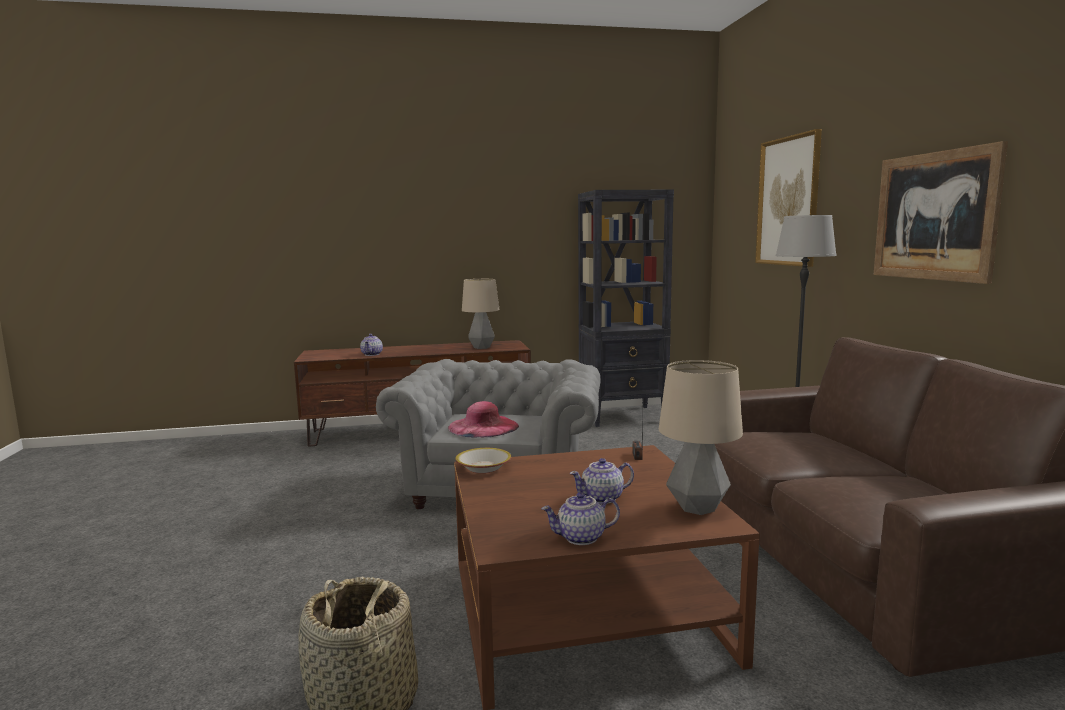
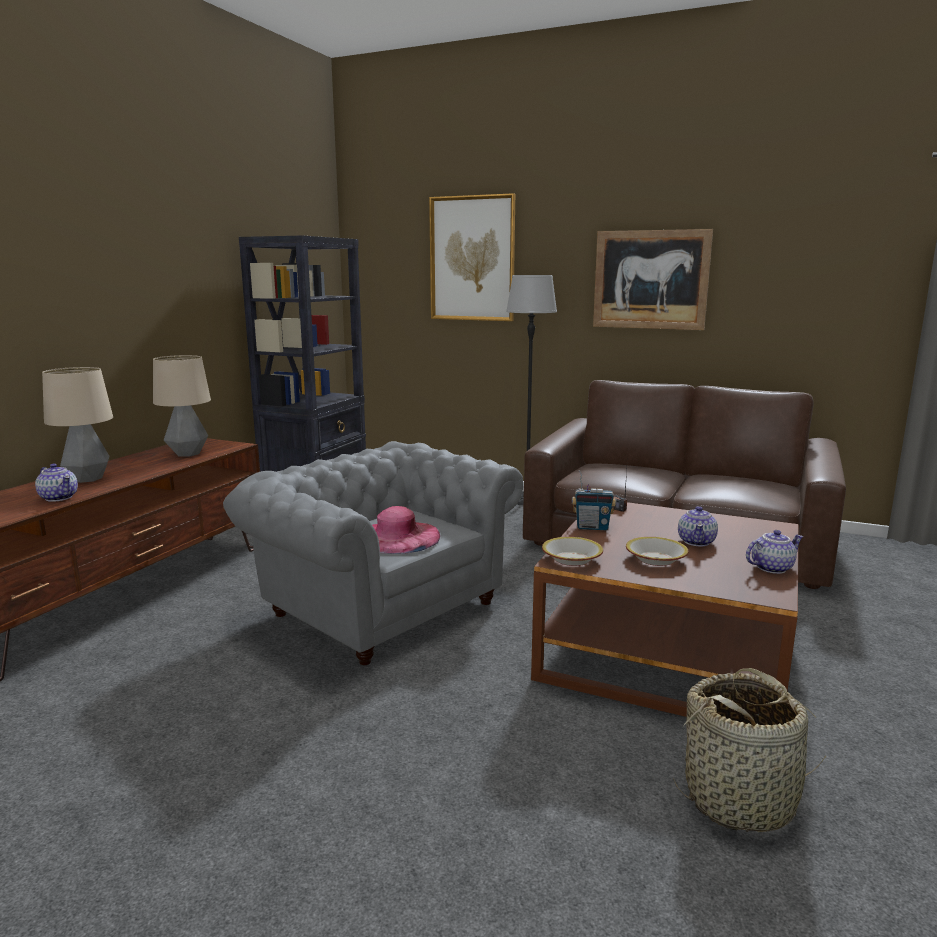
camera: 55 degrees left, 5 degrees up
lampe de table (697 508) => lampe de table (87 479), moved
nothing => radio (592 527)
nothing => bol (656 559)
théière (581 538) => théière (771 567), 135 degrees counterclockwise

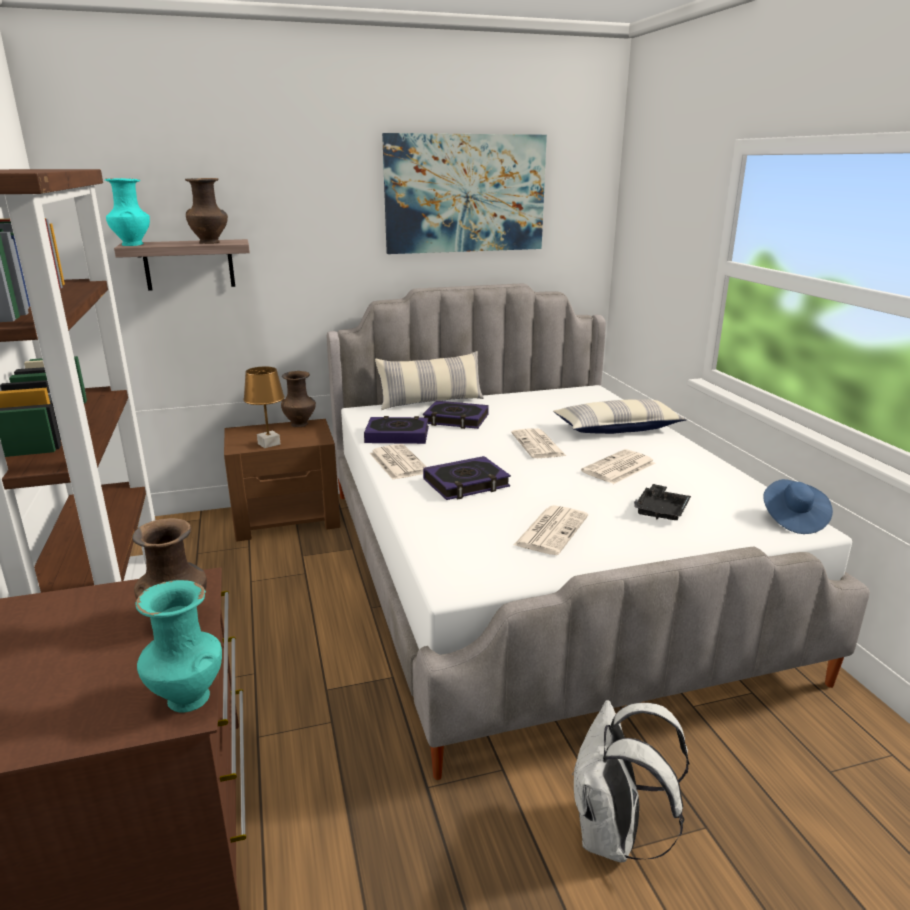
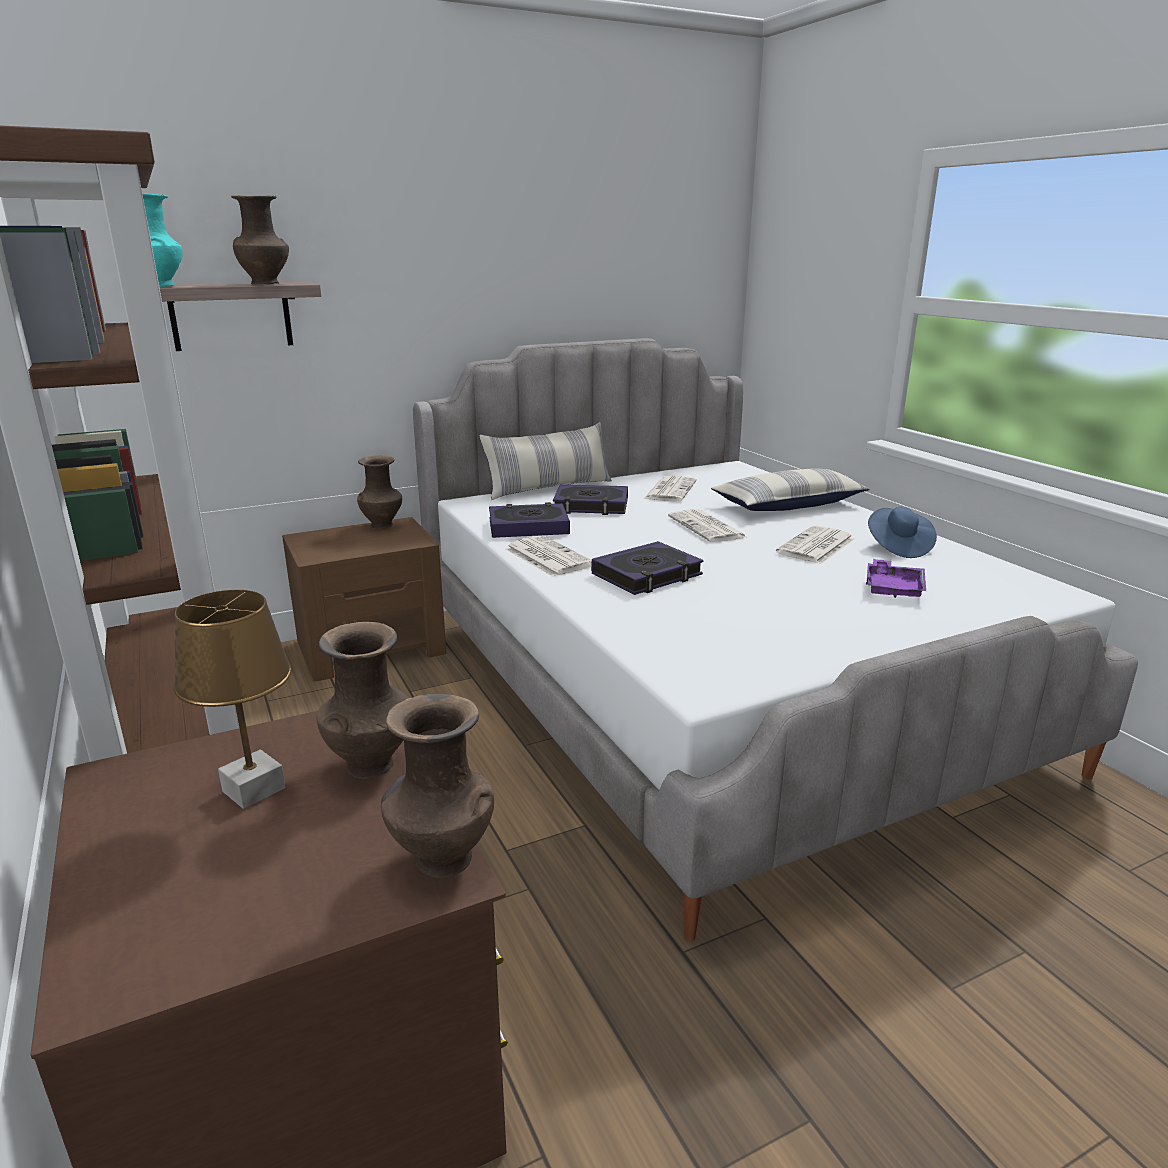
camera: 10 degrees left, 0 degrees up
lampe de table (marron) (269 444) => lampe de table (marron) (254 789), moved
vase (turquoise) (186 698) => vase (marron) (441 859)
journal (551 530) => journal (670 490), moved
plateau (noir) (661 510) => plateau (violet) (893 588)
chapeau (bleu) (793 519) => chapeau (bleu) (898 547), moved
tableau (465 194) => nothing
sac à dos (blanc) (613 836) => nothing

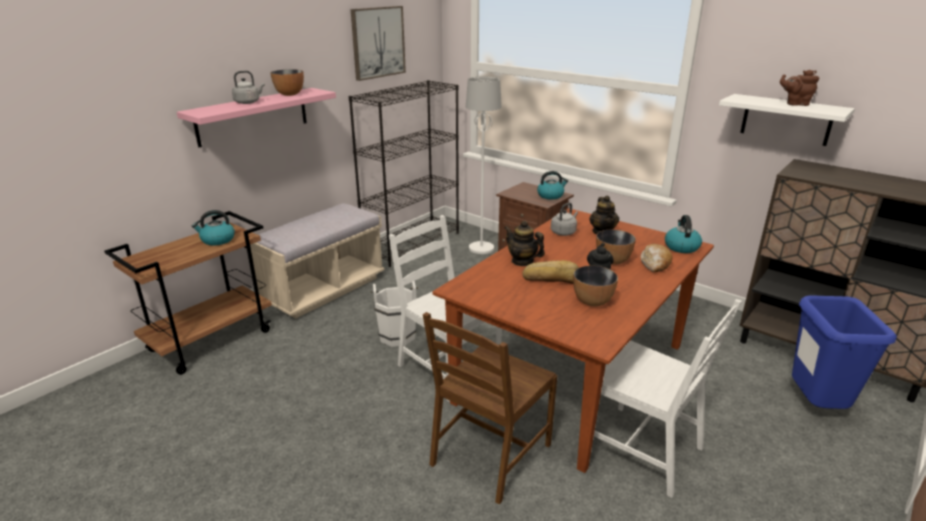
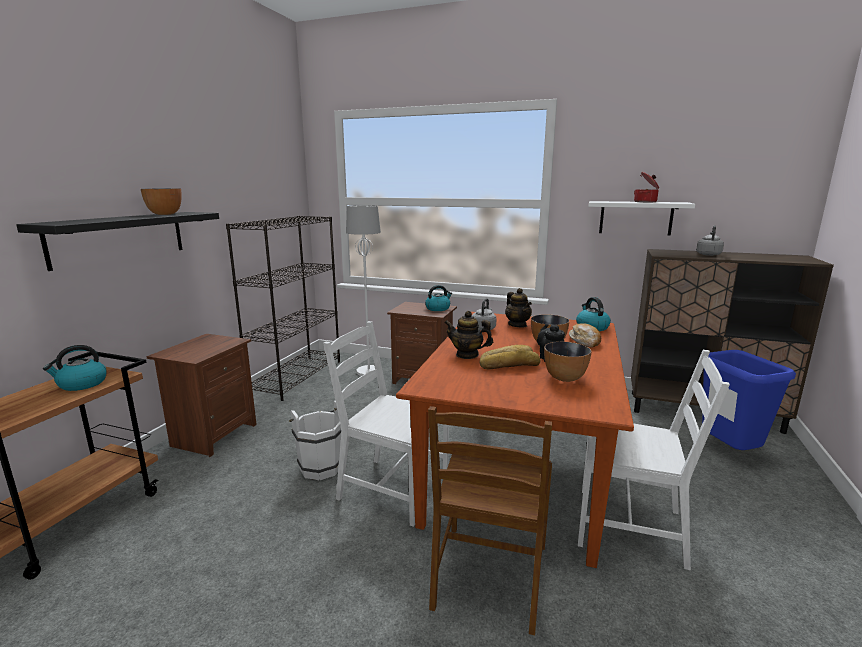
camera: 20 degrees left, 10 degrees down
étagère (rose) (253 116) => étagère (noir) (119 238)
banc (beige) (323 289) => table de chevet (marron) (213 435)
théière (marron) (795 104) => marmite (646 202)
bouilloire (gris) (248 102) => bouilloire (gris) (708 254), moved
tableau (378 42) => nothing

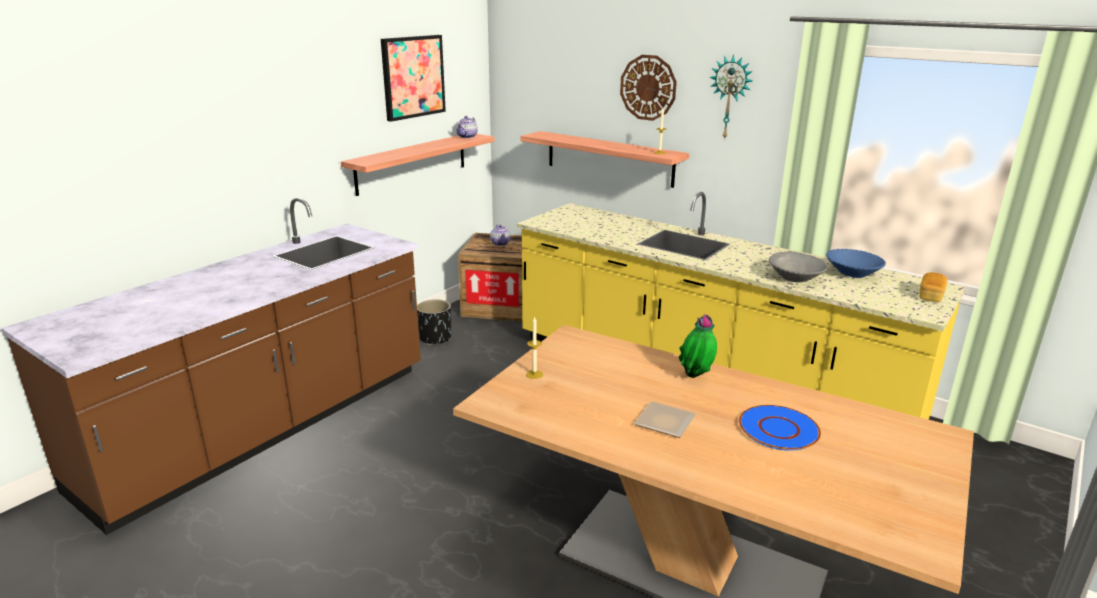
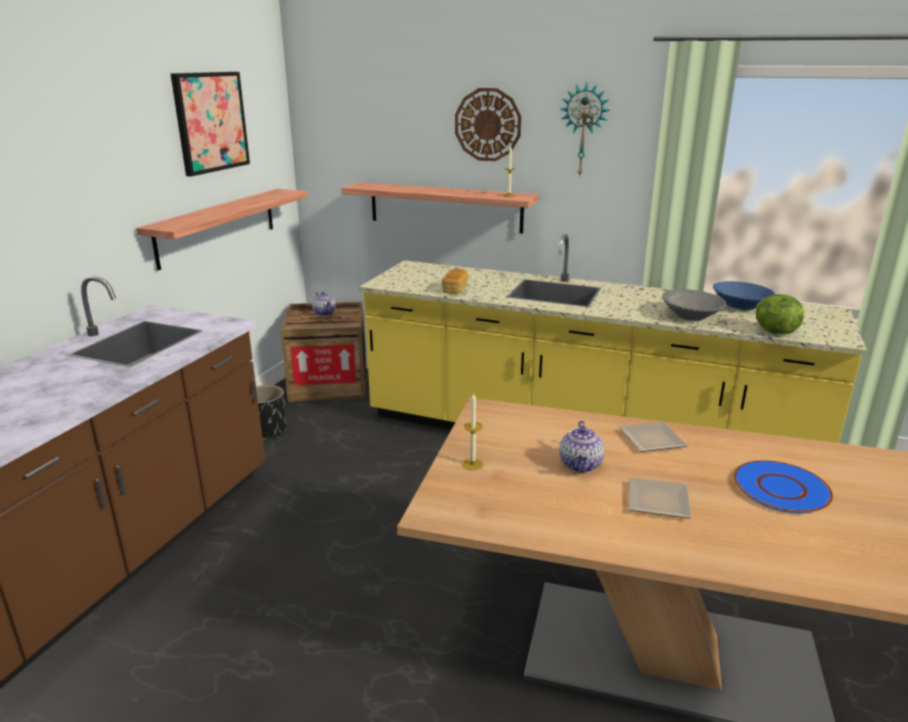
camera: 15 degrees left, 0 degrees up
pain (930 296) => pain (455 290), moved
théière (467 137) => théière (581 465), moved
plante en pot (696 378) => assiette (654 440)
nothing => laitue (774 332)

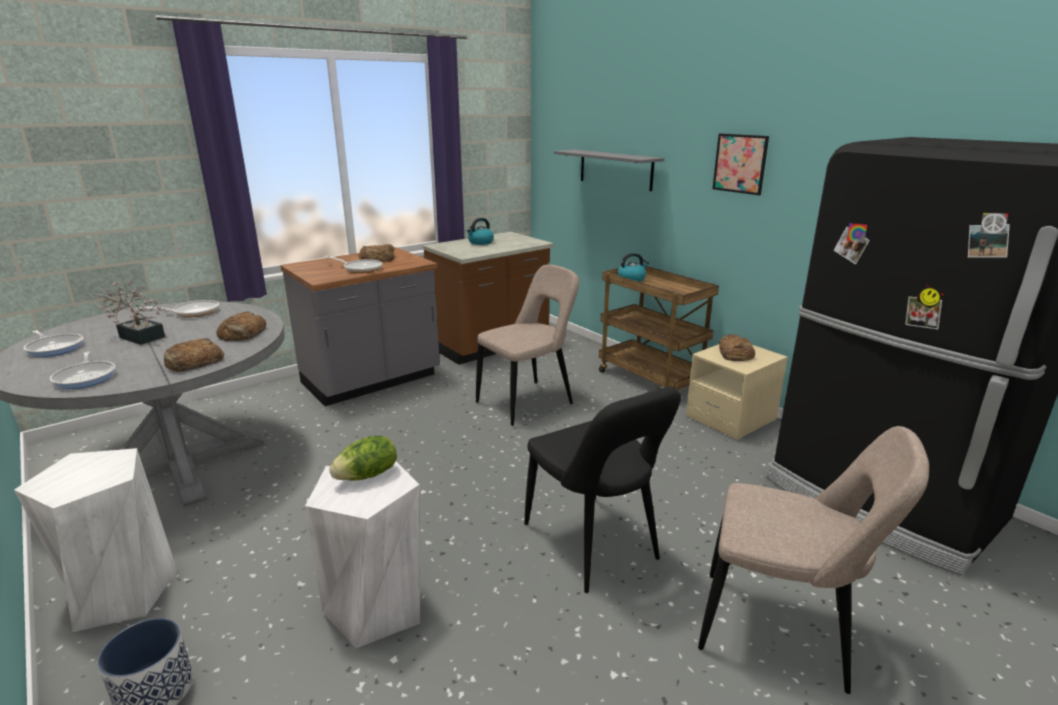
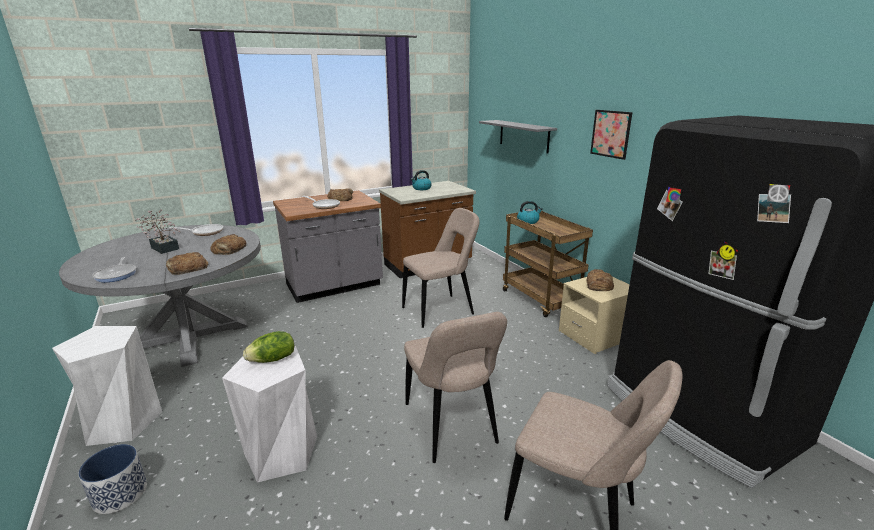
camera: 10 degrees right, 0 degrees up
chaise (noir) (594 545) => chaise (beige) (452 426)
poêle (55 347) => nothing

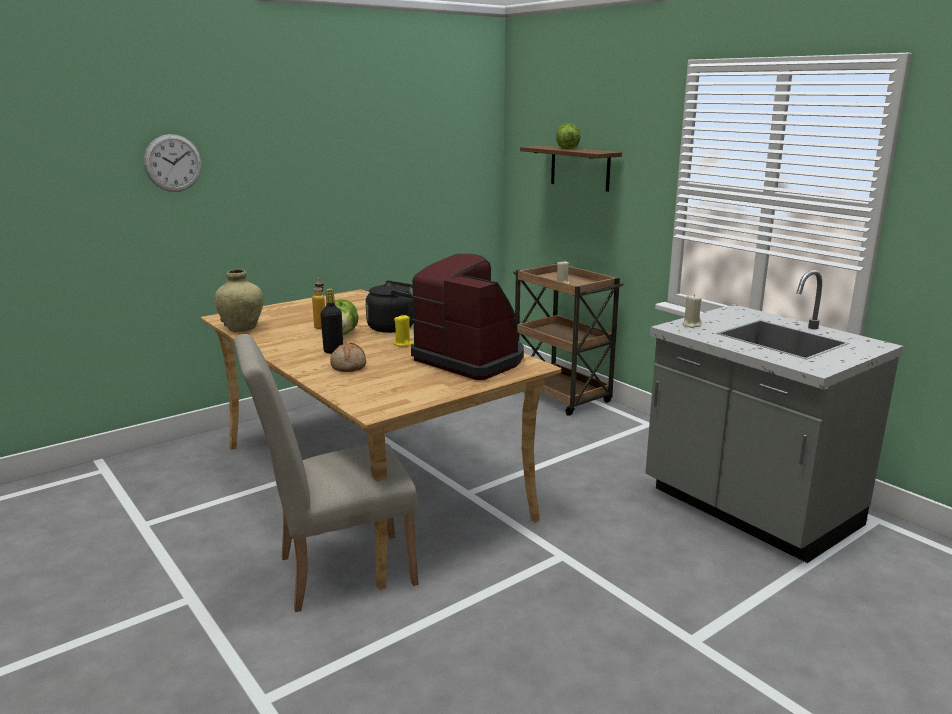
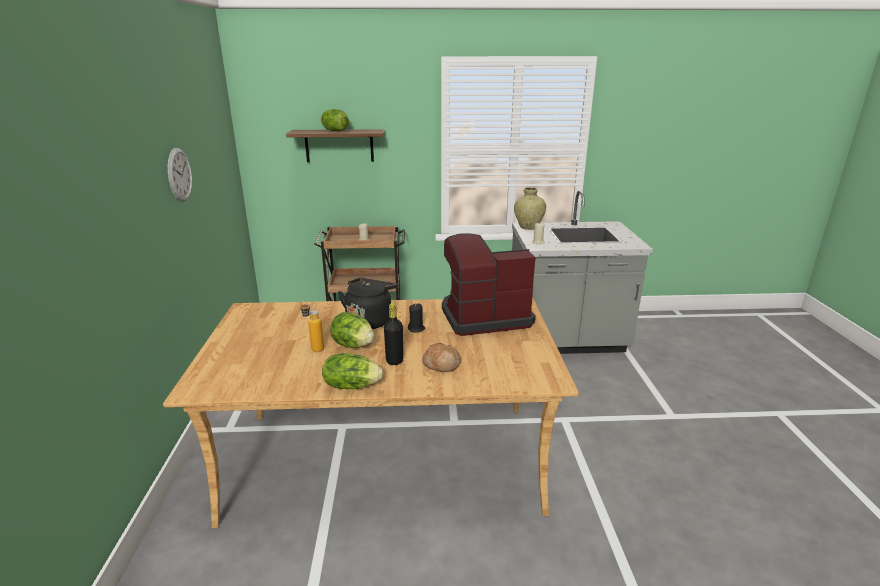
camera: 55 degrees left, 5 degrees up
horloge murale (173 163) => horloge murale (179 174), moved
nothing => laitue (351 385)
bougie (jaune) (403 344) => bougie (noir) (416 329)
vase (beige) (242 328) => vase (beige) (528 227), moved
chaise (beige) (335 571) => nothing

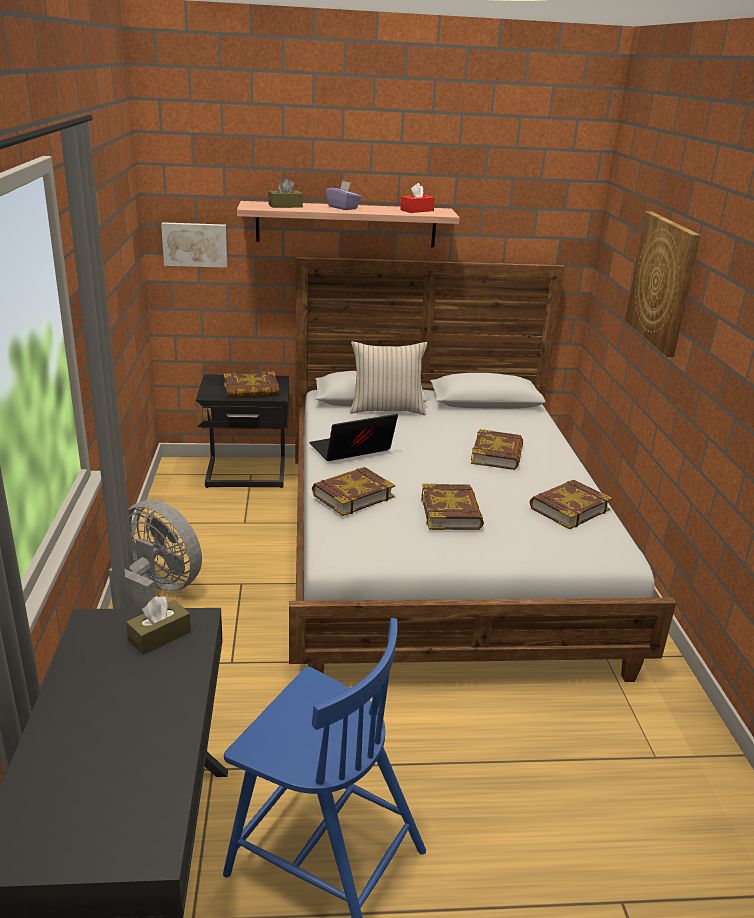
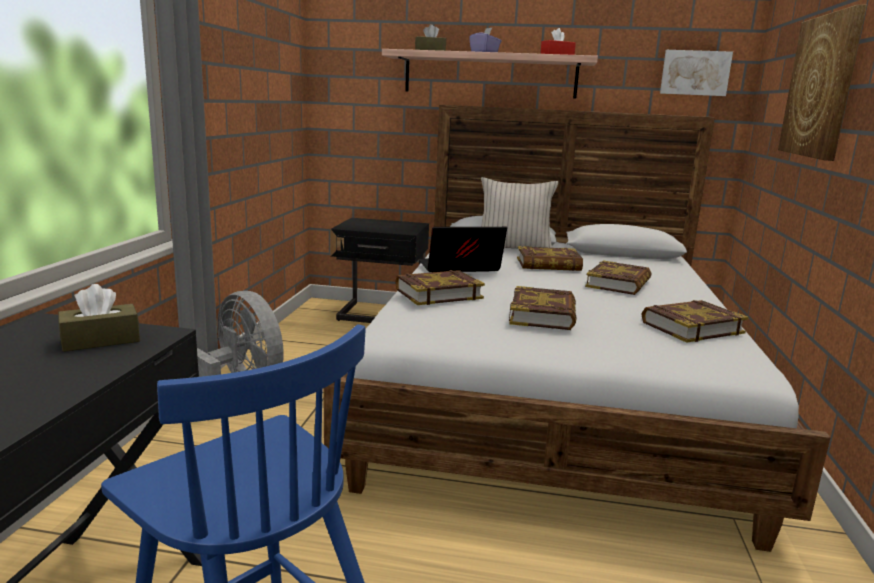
camera: 15 degrees right, 10 degrees down
livre (251 390) => livre (548 264), moved
tableau (195 244) => tableau (695 73), moved

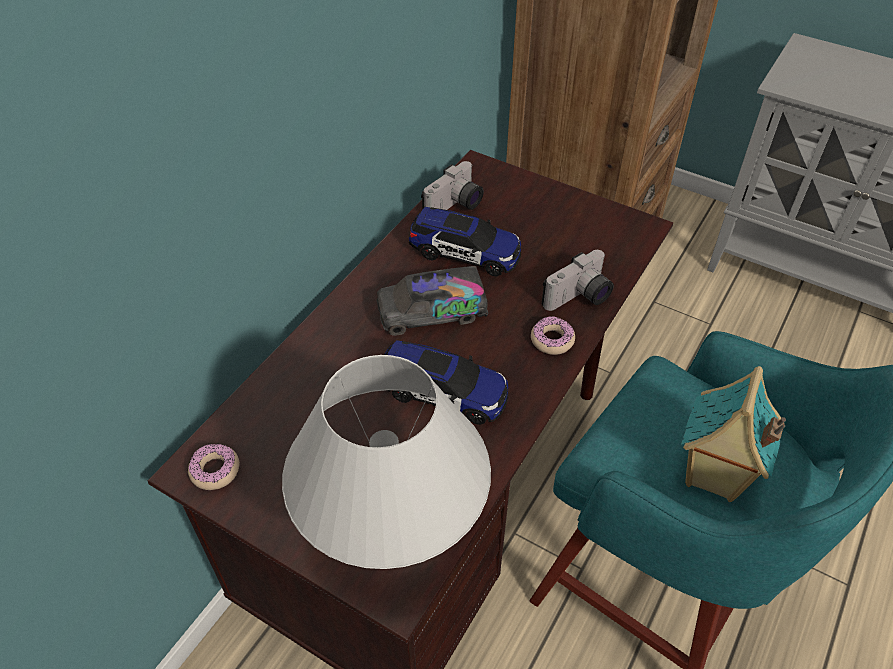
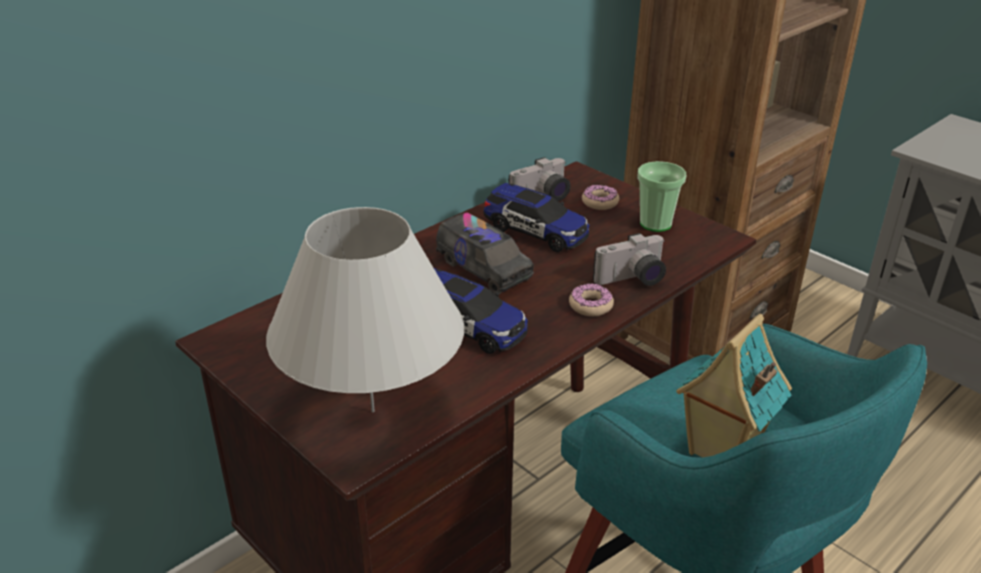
camera: 15 degrees right, 15 degrees down
camion jouet (432 313) => camion jouet (483 269), 135 degrees counterclockwise
beignet (215 470) => beignet (600 202), moved
nothing => tasse (655 224)

